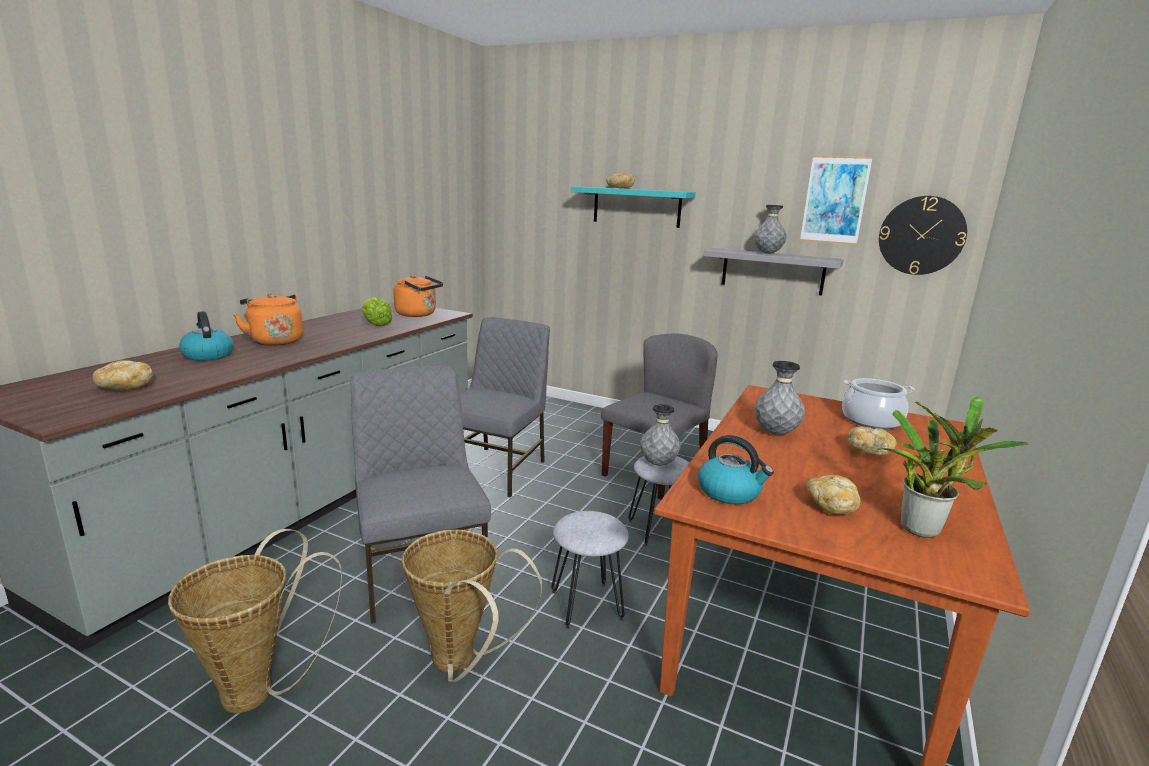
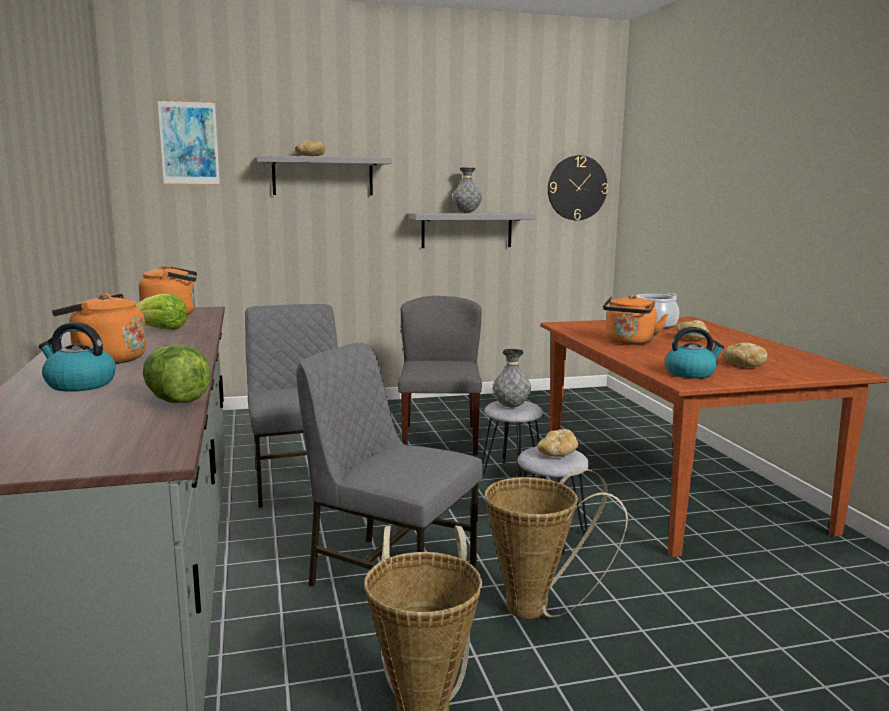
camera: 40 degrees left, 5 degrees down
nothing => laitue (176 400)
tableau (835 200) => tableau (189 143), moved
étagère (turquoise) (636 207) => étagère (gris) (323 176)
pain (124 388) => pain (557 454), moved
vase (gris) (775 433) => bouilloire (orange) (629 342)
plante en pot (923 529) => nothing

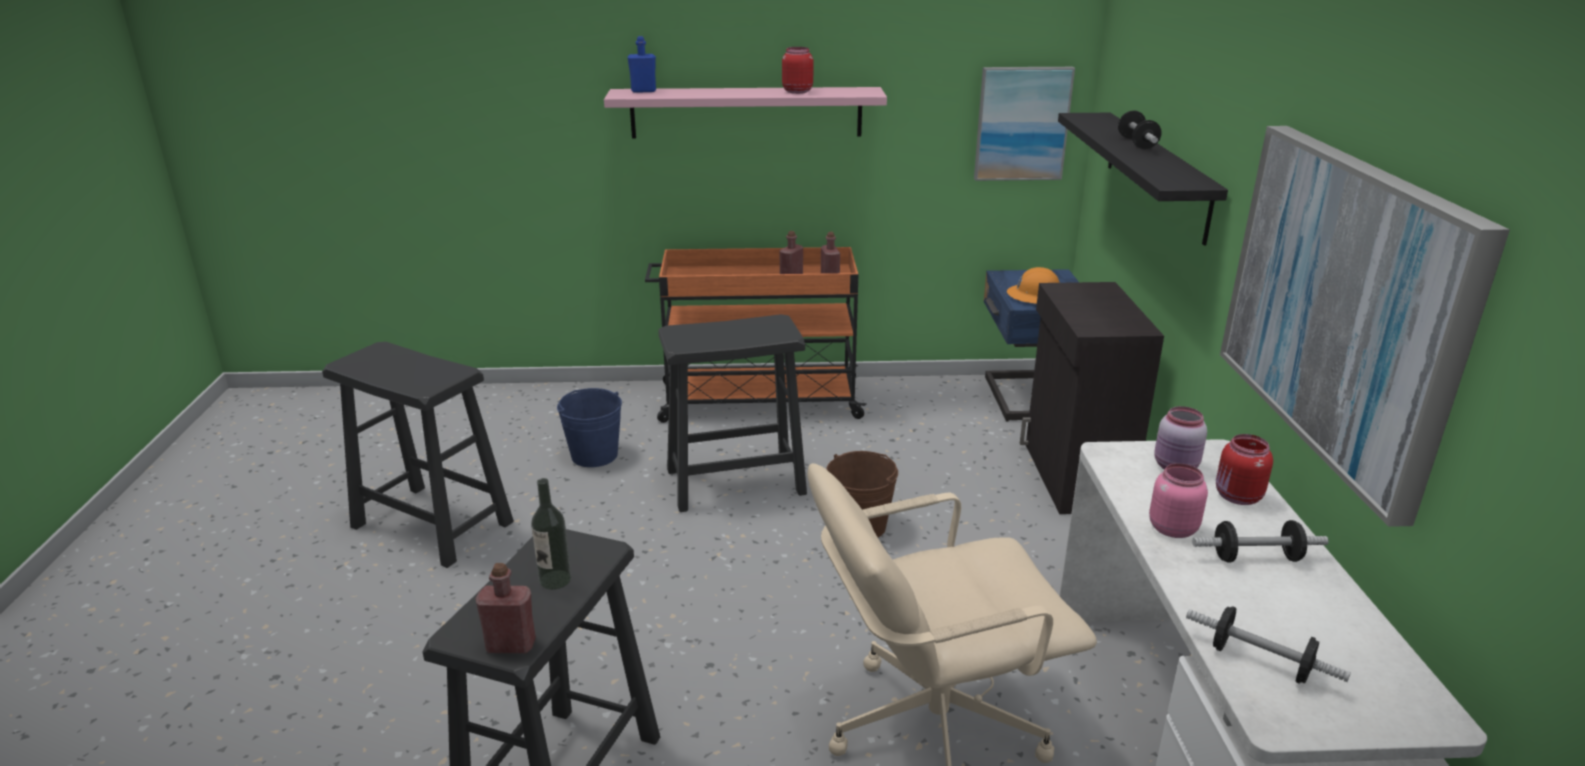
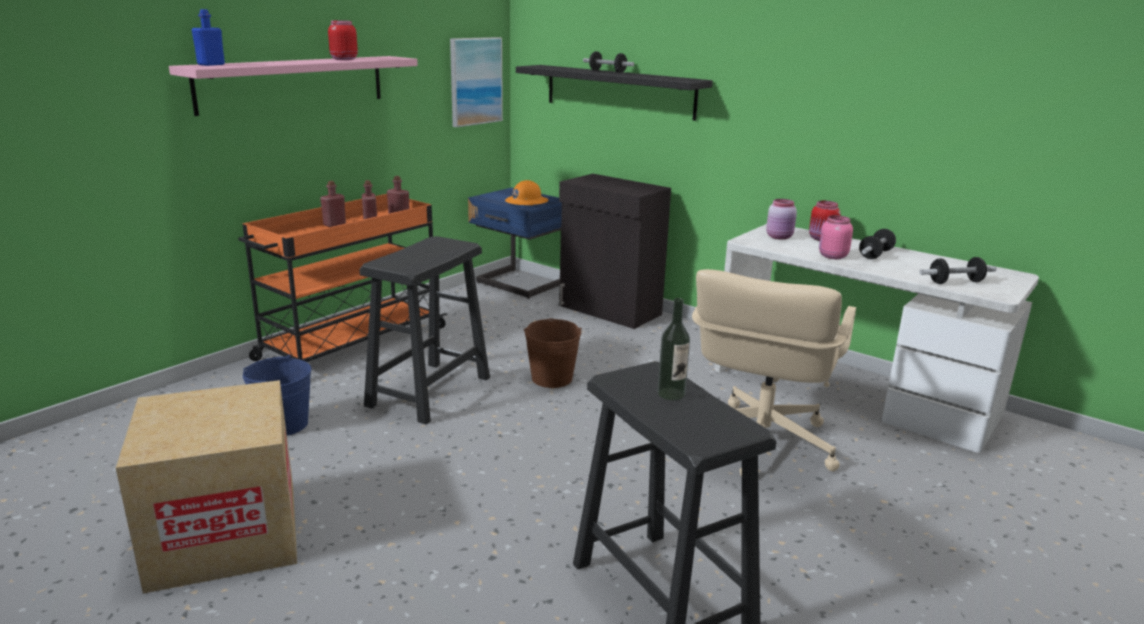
camera: 50 degrees left, 5 degrees down
tabouret (noir) (433 525) => carton (225 535)
bouteille (rouge) (511 645) => bouteille (rouge) (334 224), moved
tableau (1344 306) => nothing

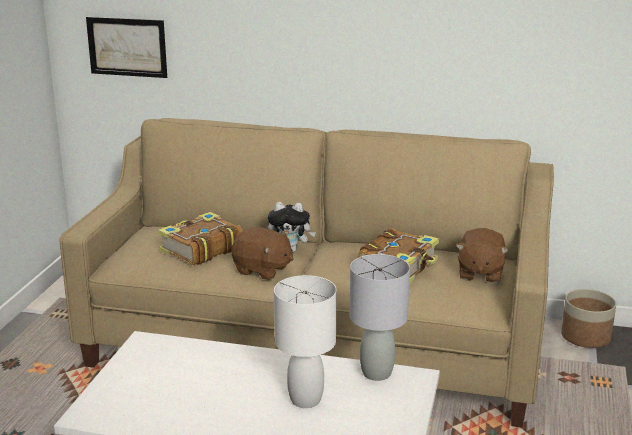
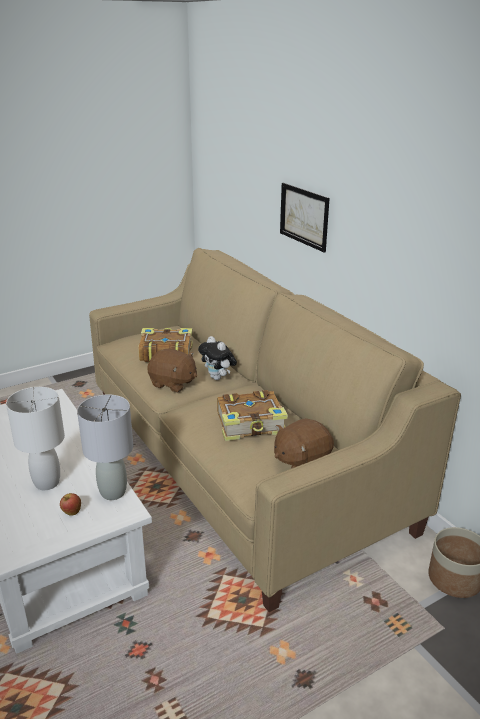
camera: 45 degrees right, 5 degrees up
nothing => pomme (71 512)
peluche (marron) (262 270) => peluche (marron) (173 383), 45 degrees counterclockwise
tableau (127 47) => tableau (304 216), moved

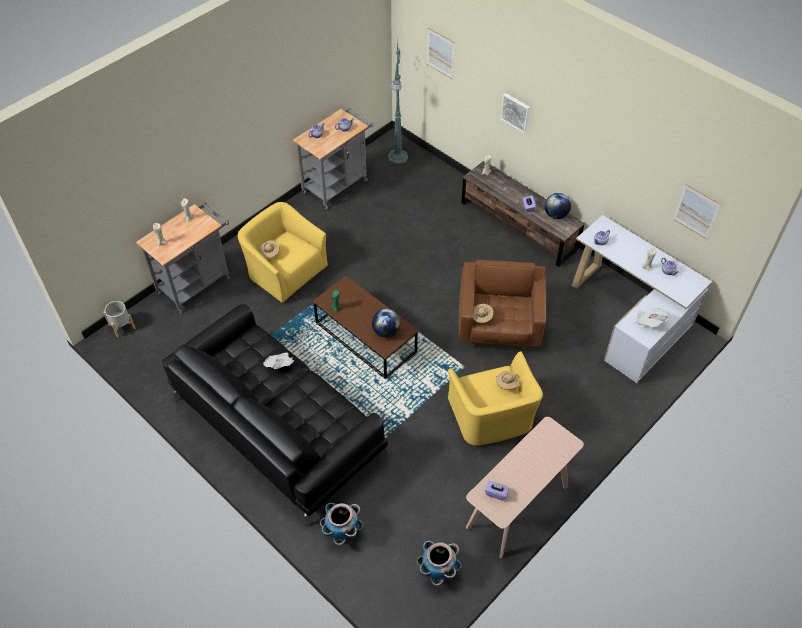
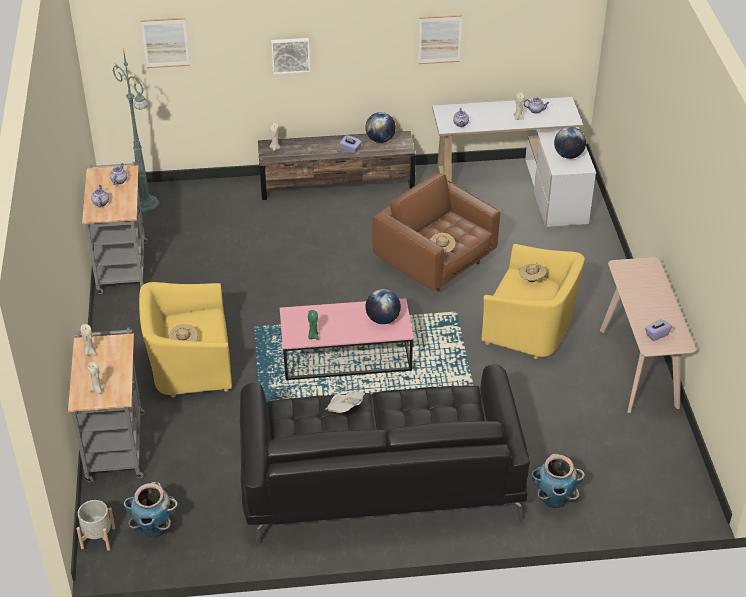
camera: 50 degrees left, 10 degrees down
cache-pot (438 572) => cache-pot (154 528), moved
table basse (marron) (366 337) => table basse (rose) (346 356)
tableau (696 211) => tableau (440 39), moved
journal (649 322) => globe (568 155)

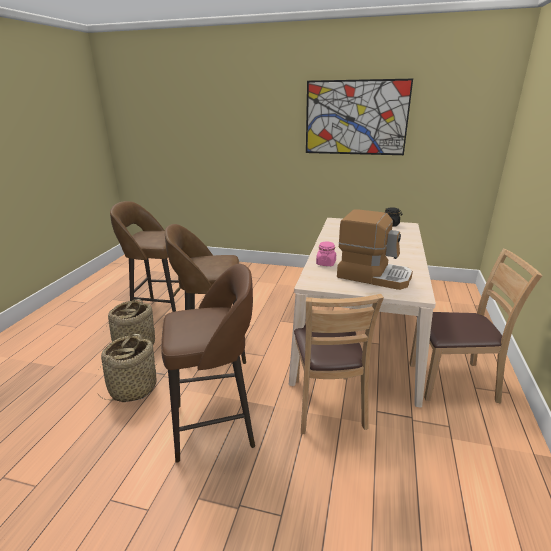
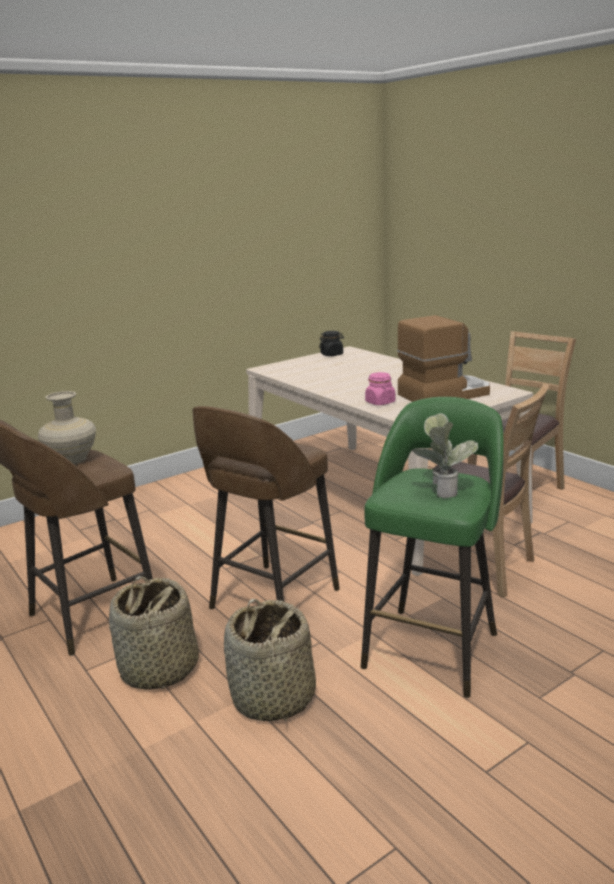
camera: 50 degrees left, 5 degrees down
nothing => vase (beige) (72 459)
tabouret (marron) (217 425) => tabouret (vert) (433 648)
nothing => plante en pot (442 490)
tableau (355 118) => nothing

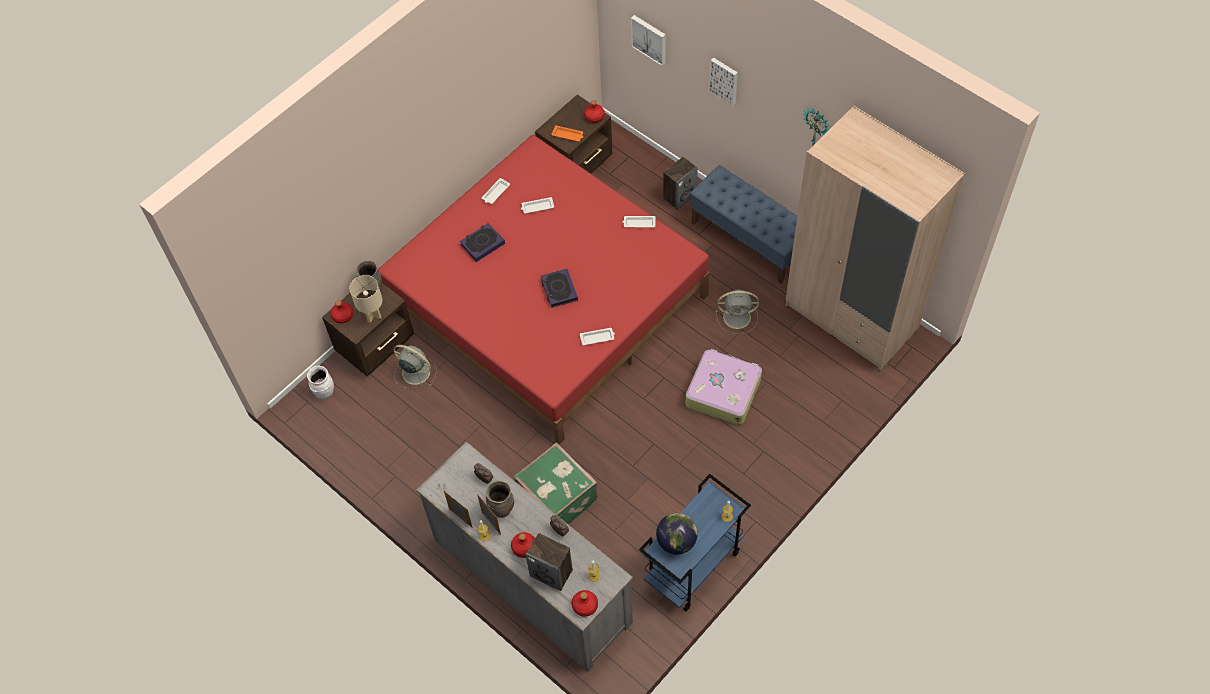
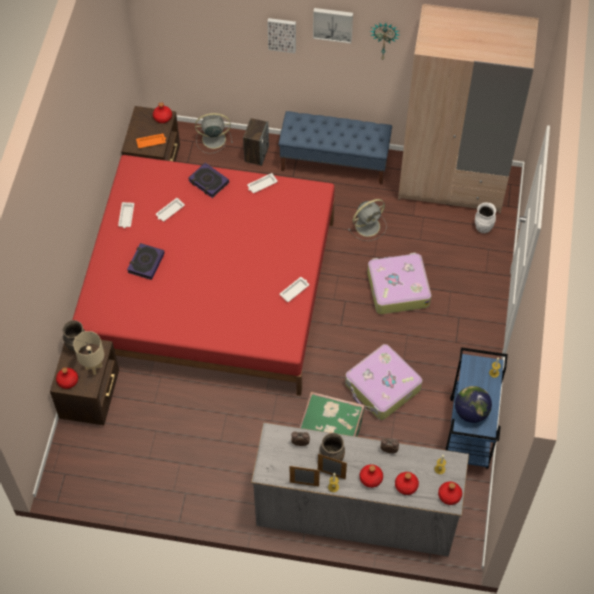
camera: 35 degrees left, 0 degrees up
livre (559 290) => livre (208 182), moved
ventilateur (gris) (414 372) => ventilateur (gris) (212 139), moved
tableau (650 39) => tableau (333 24), moved
nothing => valise (382 387)
enceinte (552 573) => bouteille (rouge) (406 485)
vase (blanc) (324 392) => vase (blanc) (483 227), moved

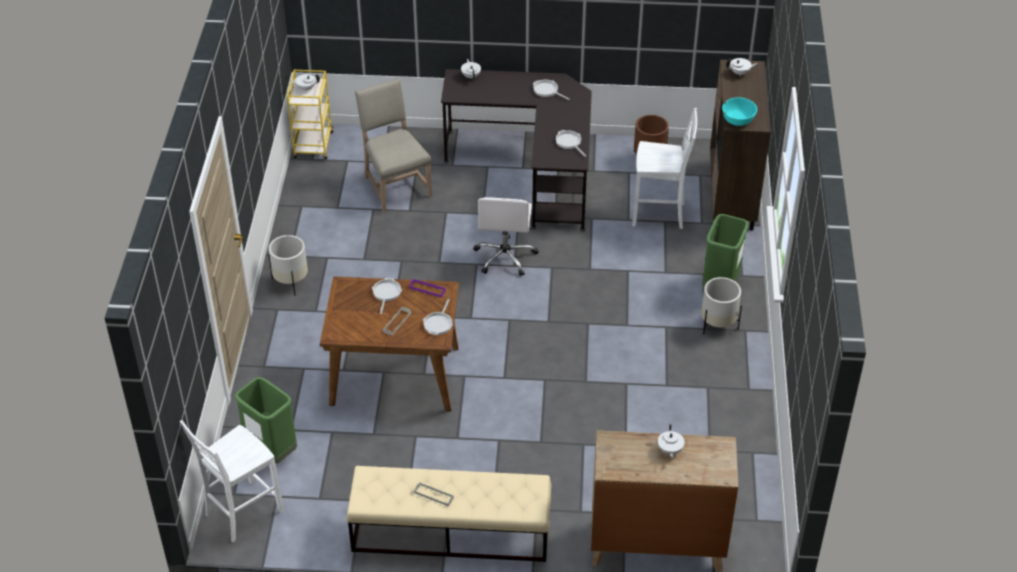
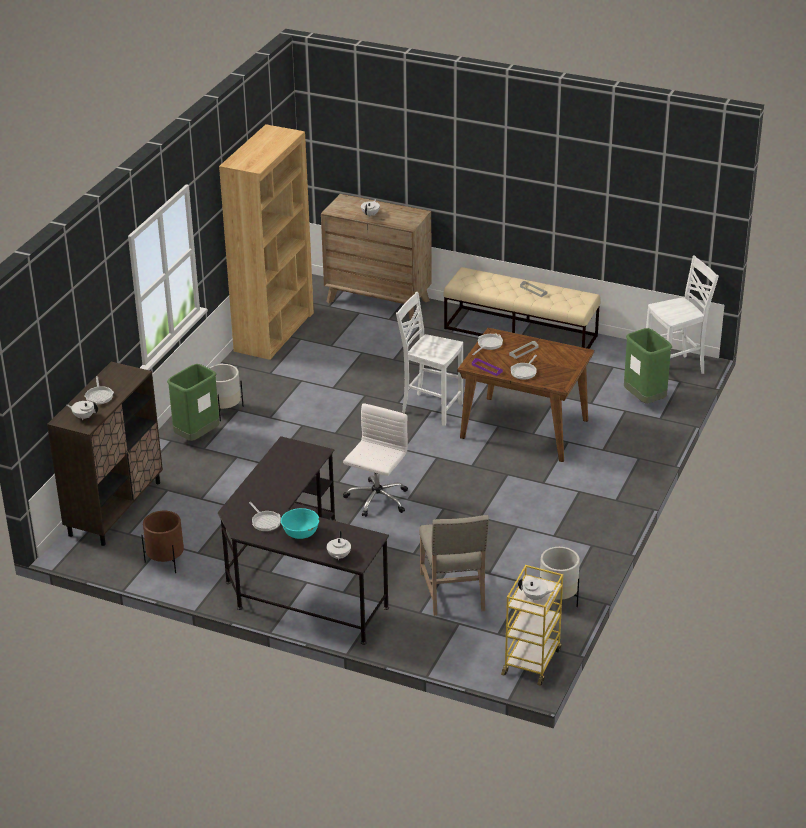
camera: 160 degrees left, 10 degrees down
poêle (569 142) => poêle (99 396), moved
nothing => bibliothèque (marron) (274 331)
bol (turquoise) (738 120) => bol (turquoise) (300 533), moved
chaise (blanc) (659 214) => chaise (blanc) (430 408), moved
cache-pot (blanc) (291 282) => cache-pot (blanc) (558 599), moved

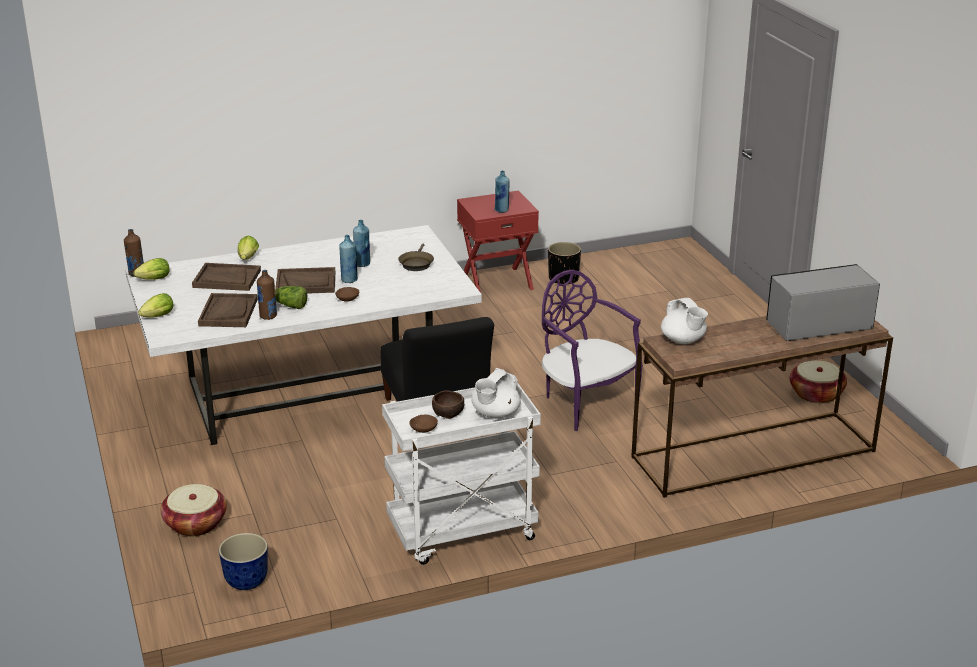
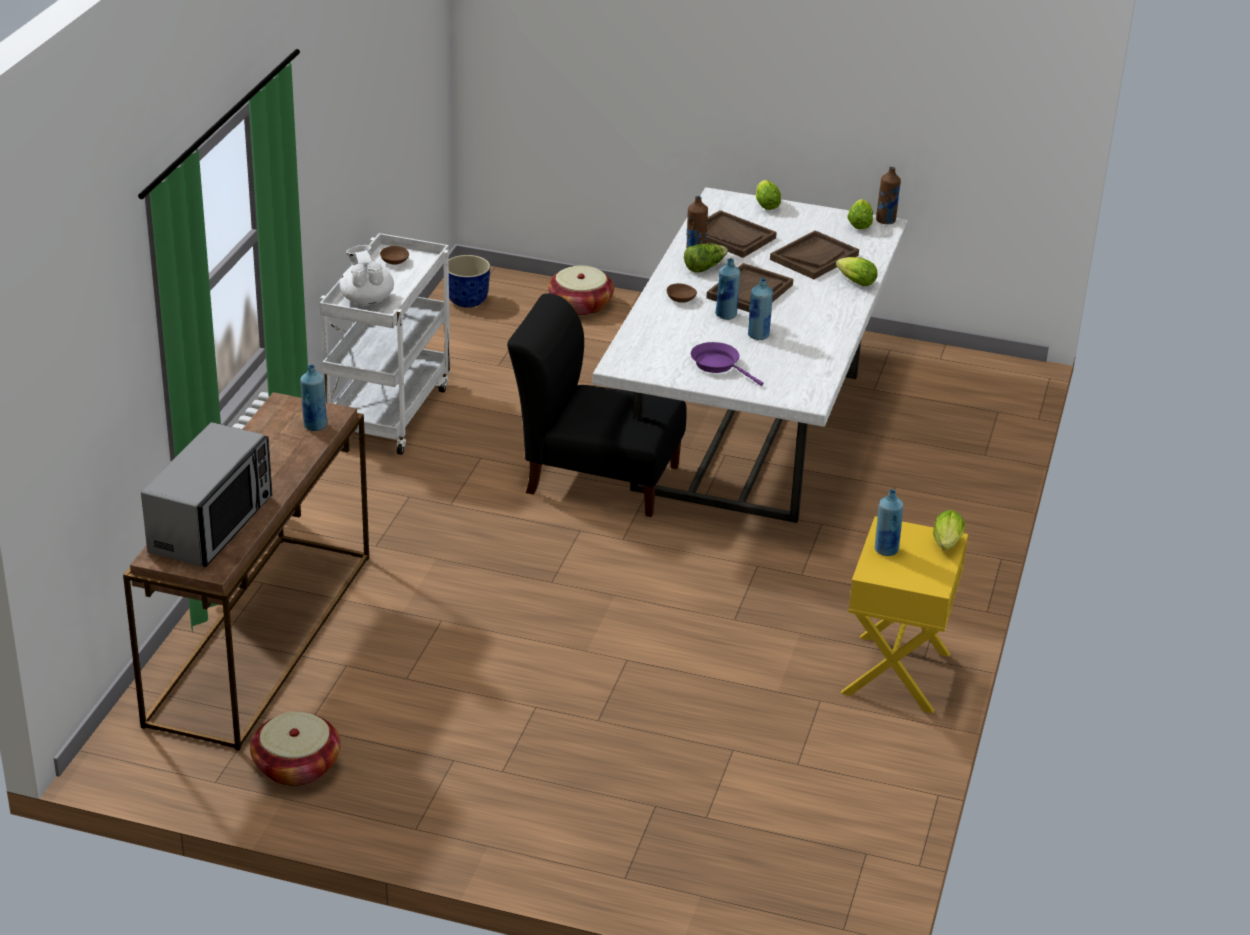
camera: 125 degrees right, 5 degrees up
théière (blanc) (683 340) => bouteille (bleu) (315 425)
poêle (marron) (416 264) => poêle (violet) (718 365)
table de chevet (rouge) (496 282) => table de chevet (jaune) (898 673)
nothing => laitue (946 545)
bol (marron) (449 412) => nothing
chaise (violet) (585 403) => nothing
cache-pot (noir) (564 279) => nothing

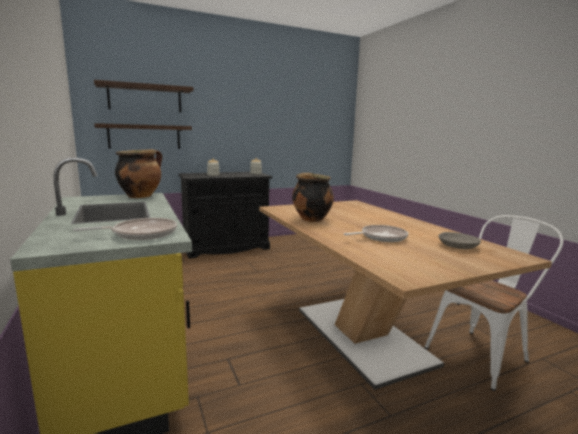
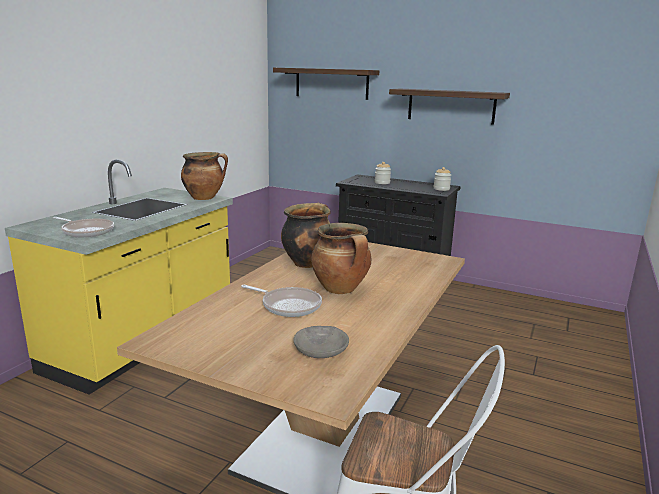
camera: 50 degrees right, 5 degrees up
nothing => marmite (341 289)
étagère (144 136) => étagère (451 106), moved

